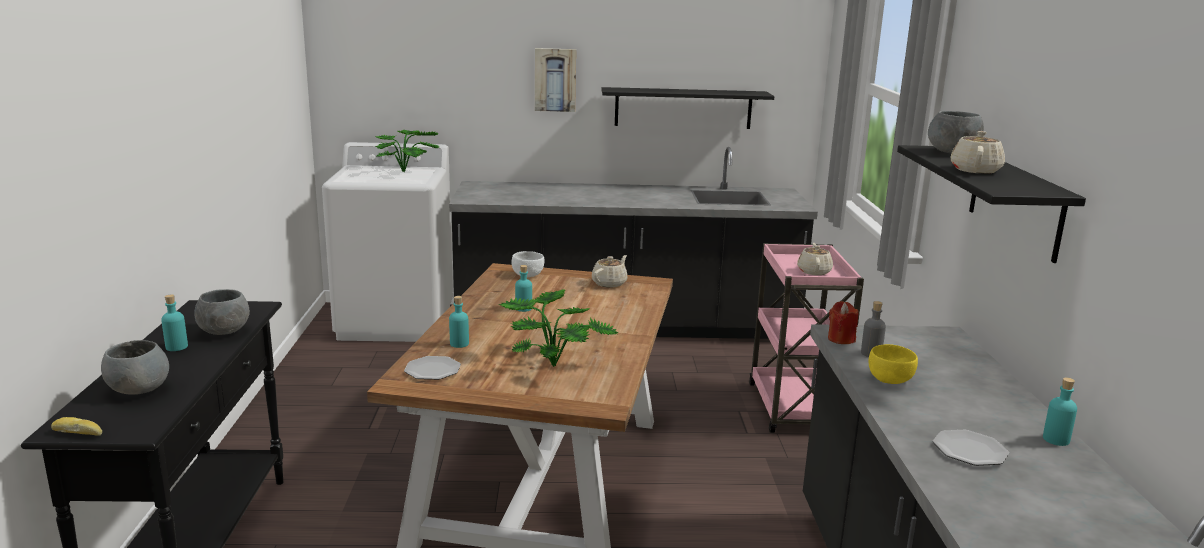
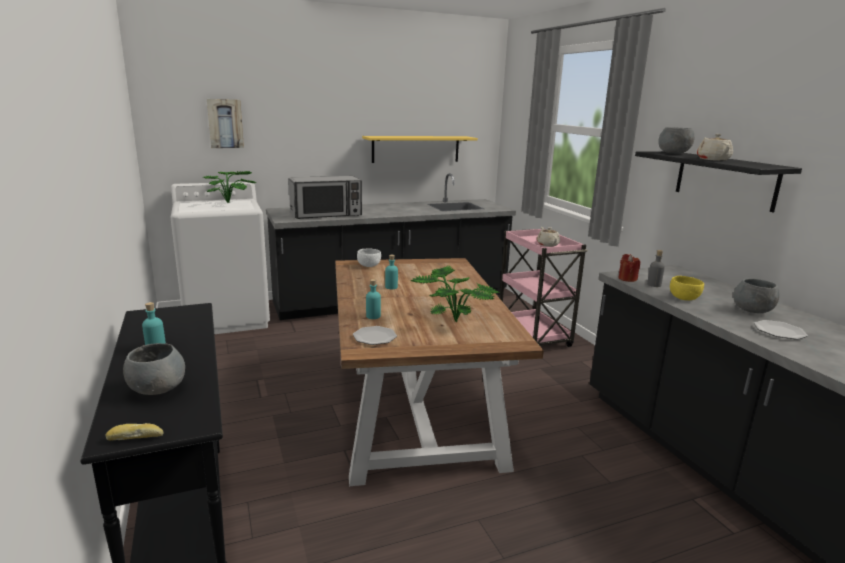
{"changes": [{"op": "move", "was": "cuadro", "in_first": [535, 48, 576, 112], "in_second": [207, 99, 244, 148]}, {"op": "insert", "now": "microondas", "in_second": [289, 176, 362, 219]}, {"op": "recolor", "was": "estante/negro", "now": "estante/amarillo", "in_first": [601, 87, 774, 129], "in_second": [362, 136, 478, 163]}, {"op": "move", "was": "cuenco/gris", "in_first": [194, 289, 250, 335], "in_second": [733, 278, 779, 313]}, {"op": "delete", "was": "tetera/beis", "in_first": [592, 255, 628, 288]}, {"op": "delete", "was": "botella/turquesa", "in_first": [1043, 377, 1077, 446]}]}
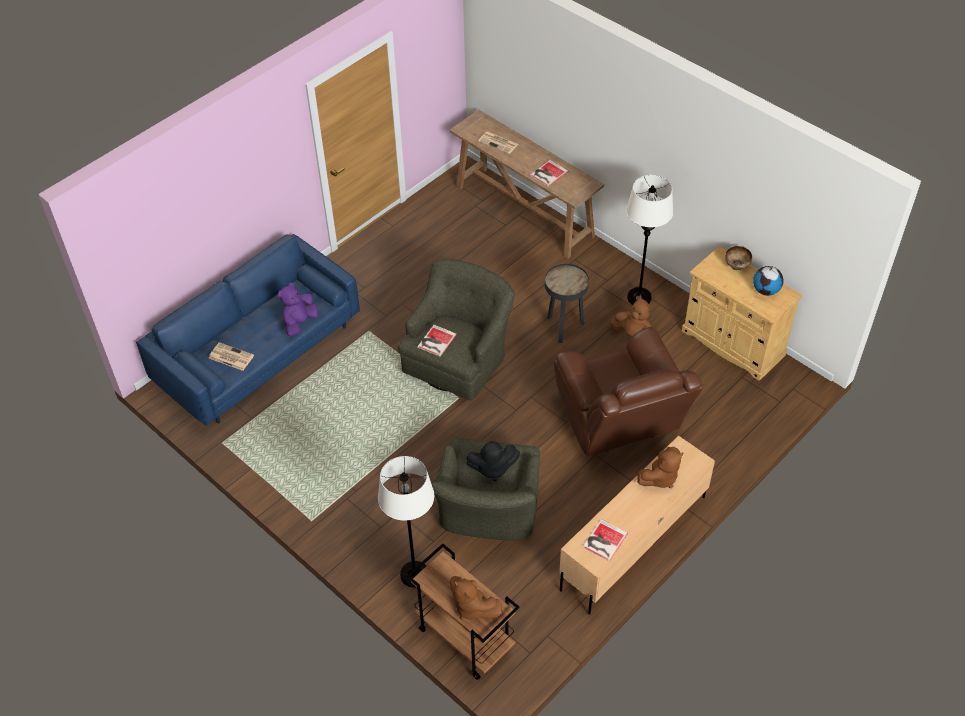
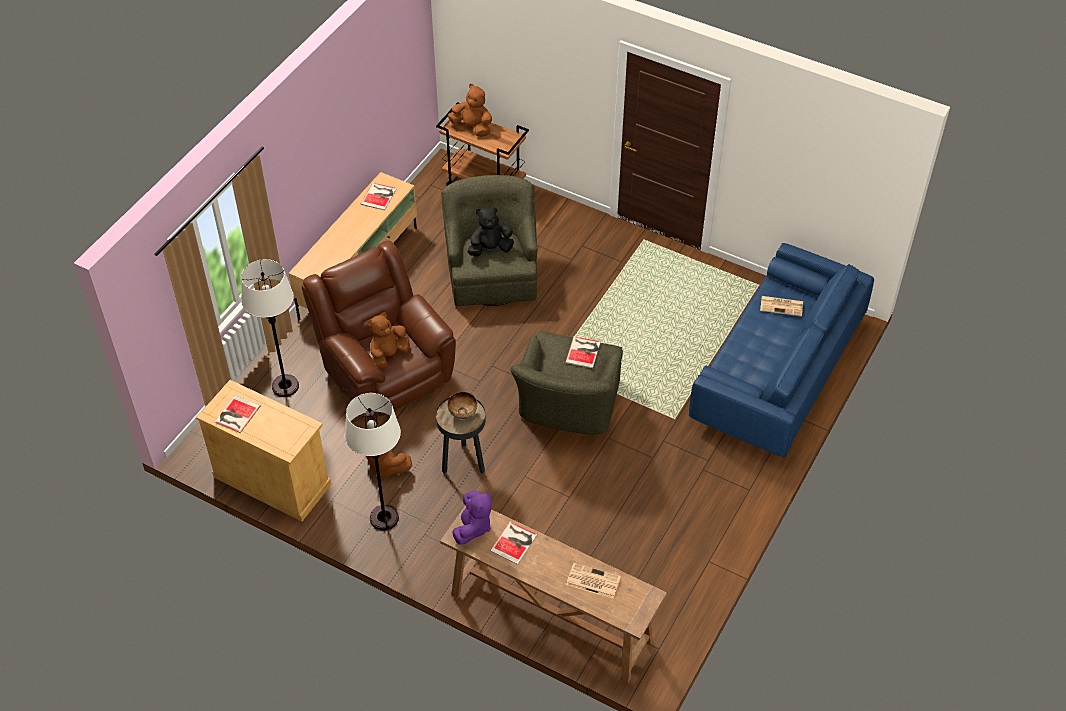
{"changes": [{"op": "replace", "was": "globo terráqueo", "now": "libro", "in_first": [753, 266, 783, 296], "in_second": [215, 395, 260, 433]}, {"op": "move", "was": "lámpara de pie/blanco", "in_first": [378, 456, 434, 588], "in_second": [241, 259, 299, 397]}, {"op": "move", "was": "peluche/marrón", "in_first": [637, 447, 684, 488], "in_second": [368, 312, 410, 369]}, {"op": "move", "was": "cuenco", "in_first": [725, 246, 752, 270], "in_second": [448, 392, 477, 419]}, {"op": "move", "was": "peluche/morado", "in_first": [278, 283, 318, 336], "in_second": [452, 491, 492, 545]}]}
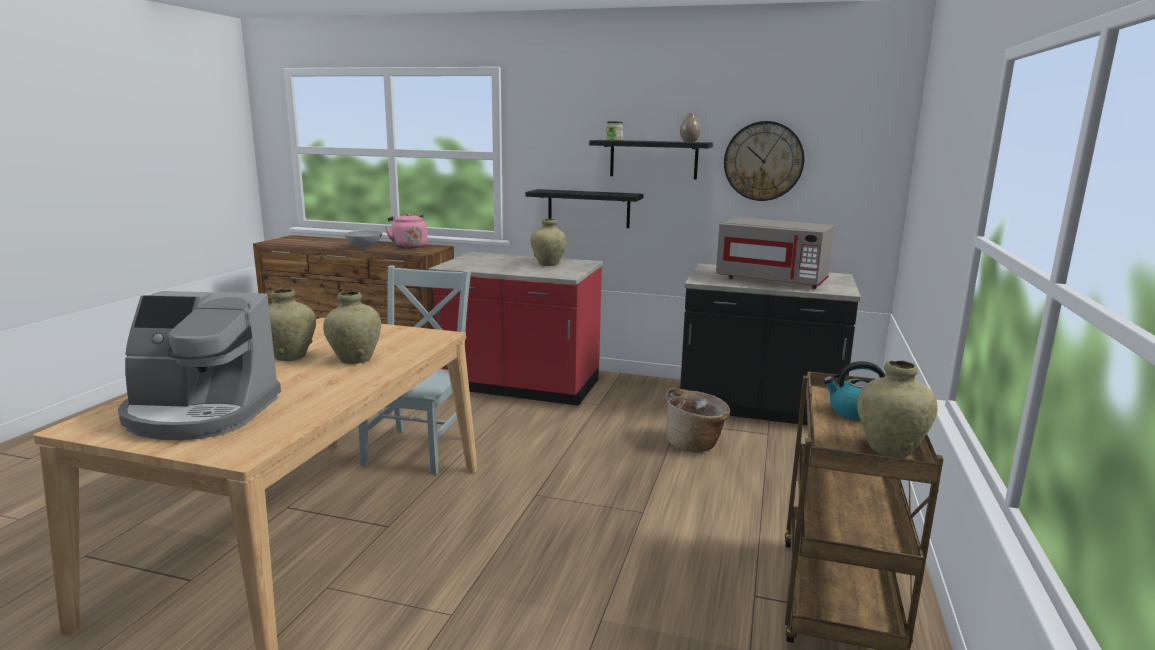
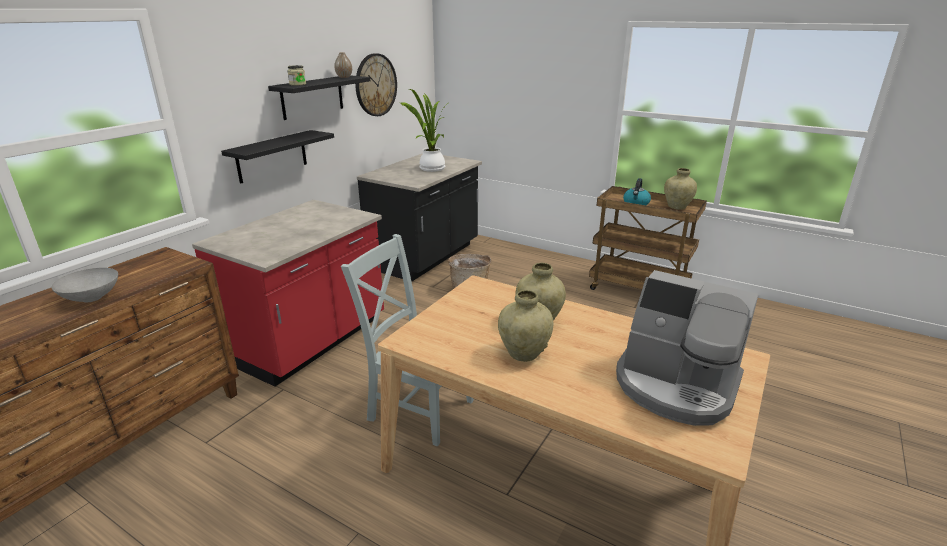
{"changes": [{"op": "replace", "was": "microondas/gris", "now": "planta en maceta", "in_first": [716, 217, 834, 289], "in_second": [400, 89, 448, 172]}, {"op": "rotate", "was": "cafetera", "in_first": [118, 291, 281, 440], "in_second": [616, 270, 758, 426], "clockwise": 105}, {"op": "delete", "was": "hervidor/rosa", "in_first": [385, 213, 428, 248]}, {"op": "delete", "was": "florero/beis", "in_first": [531, 219, 567, 266]}]}
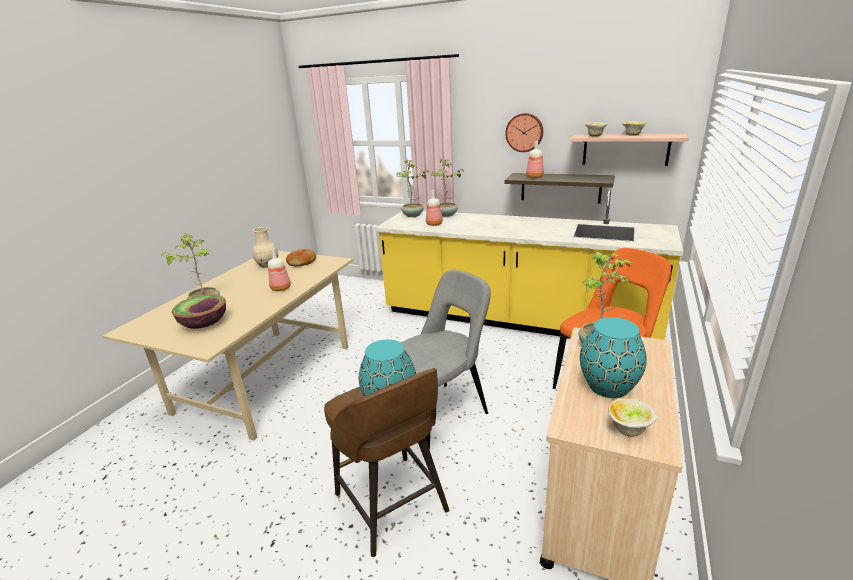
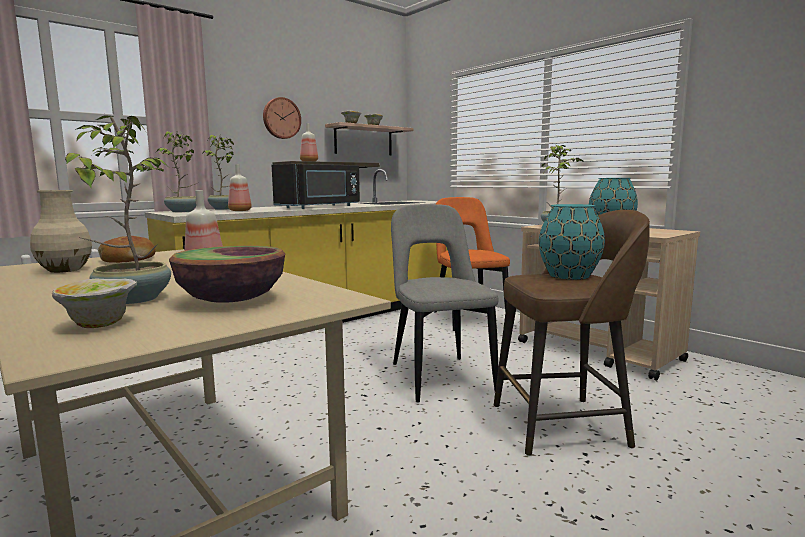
{"changes": [{"op": "move", "was": "cuenco", "in_first": [608, 398, 657, 437], "in_second": [52, 279, 137, 328]}, {"op": "insert", "now": "microondas/negro", "in_second": [272, 164, 360, 209]}]}
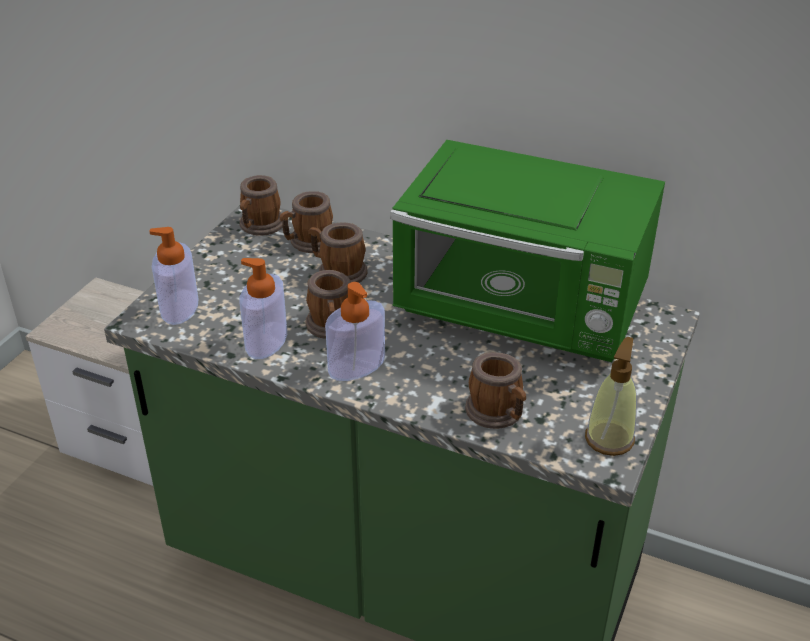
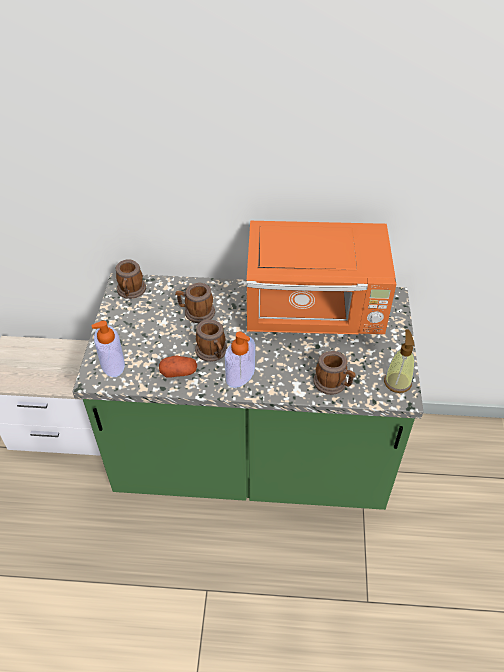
{"changes": [{"op": "replace", "was": "dispensador de jabón", "now": "patata", "in_first": [240, 258, 287, 359], "in_second": [159, 356, 197, 377]}, {"op": "recolor", "was": "microondas/verde", "now": "microondas/naranja", "in_first": [390, 140, 665, 362], "in_second": [246, 221, 396, 334]}, {"op": "delete", "was": "taza grande", "in_first": [280, 191, 333, 253]}]}
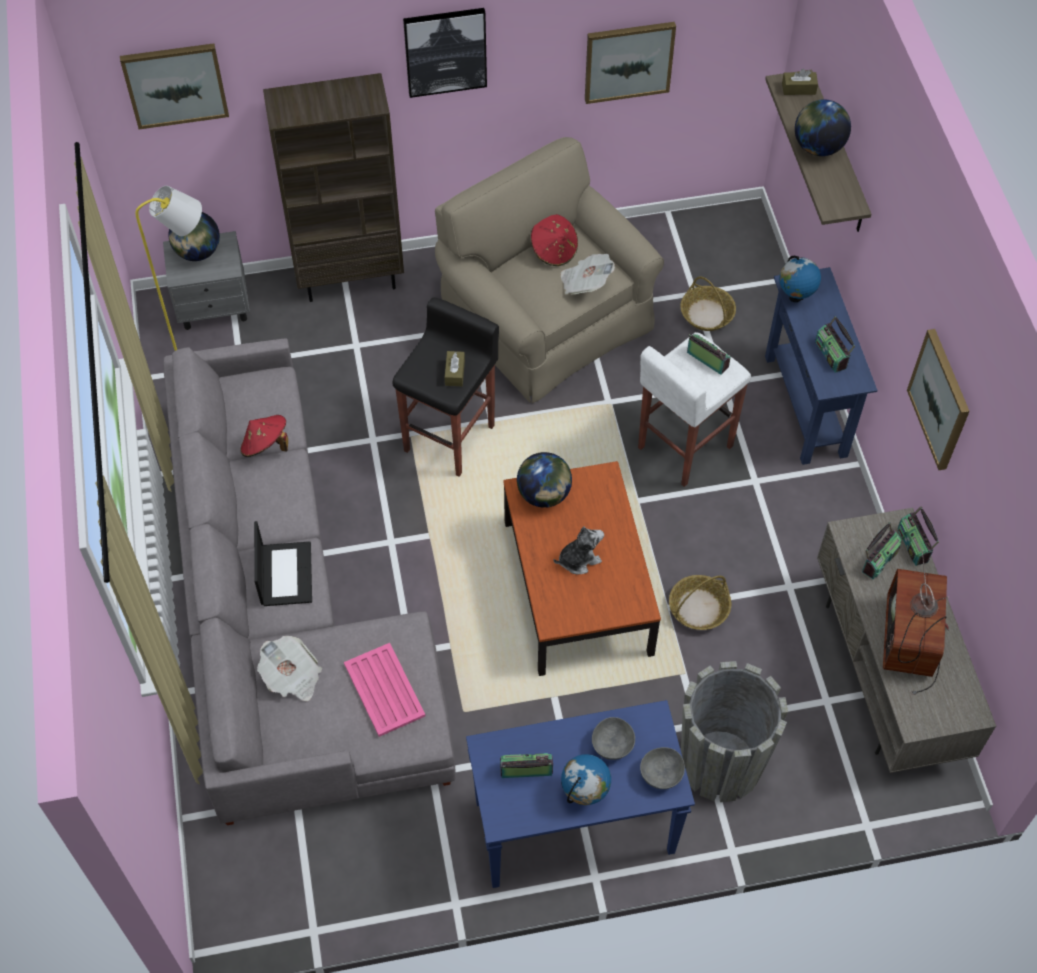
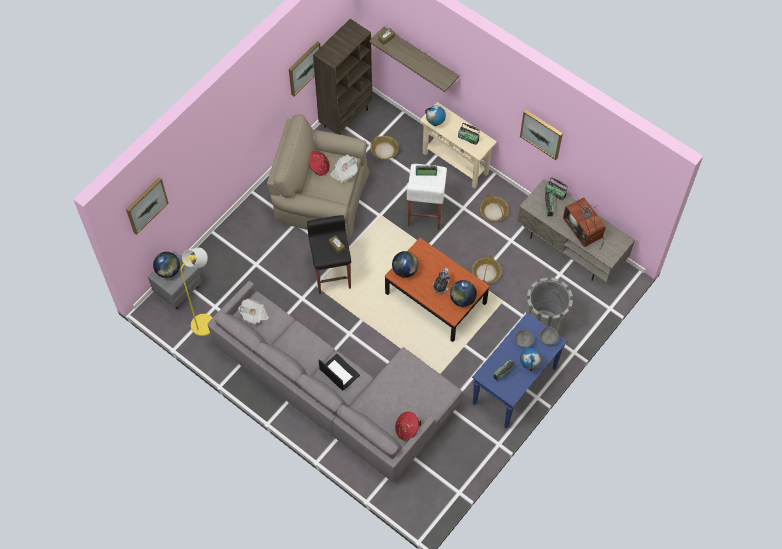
{"changes": [{"op": "move", "was": "periódico", "in_first": [257, 636, 322, 701], "in_second": [238, 299, 269, 324]}, {"op": "move", "was": "estantería/marrón", "in_first": [263, 73, 404, 302], "in_second": [313, 19, 372, 135]}, {"op": "move", "was": "sombrero/rojo", "in_first": [240, 415, 288, 457], "in_second": [395, 412, 421, 441]}, {"op": "recolor", "was": "mesa consola/azul", "now": "mesa consola/beis", "in_first": [765, 267, 877, 465], "in_second": [419, 102, 497, 189]}, {"op": "move", "was": "globo terráqueo", "in_first": [795, 99, 851, 156], "in_second": [450, 280, 477, 307]}, {"op": "insert", "now": "cesta", "in_second": [480, 194, 509, 221]}, {"op": "delete", "was": "bandeja/rosa", "in_first": [344, 643, 426, 737]}, {"op": "delete", "was": "cuadro", "in_first": [403, 8, 487, 98]}]}
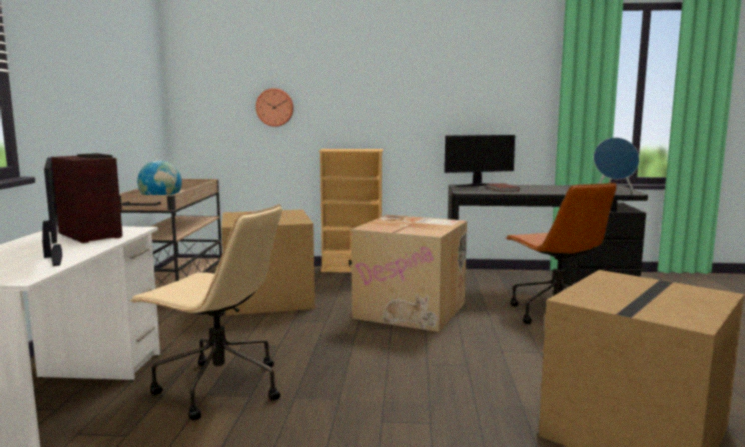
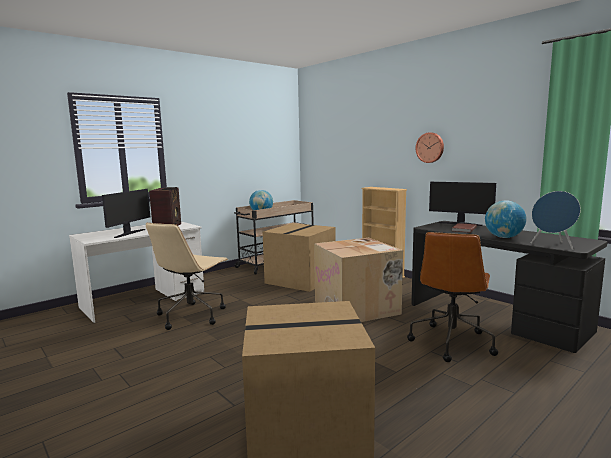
{"changes": [{"op": "rotate", "was": "silla de oficina/beis", "in_first": [130, 204, 282, 420], "in_second": [146, 223, 228, 330], "clockwise": 45}, {"op": "move", "was": "reloj de pared", "in_first": [256, 88, 294, 127], "in_second": [416, 132, 444, 163]}, {"op": "insert", "now": "globo terráqueo", "in_second": [485, 201, 526, 238]}]}
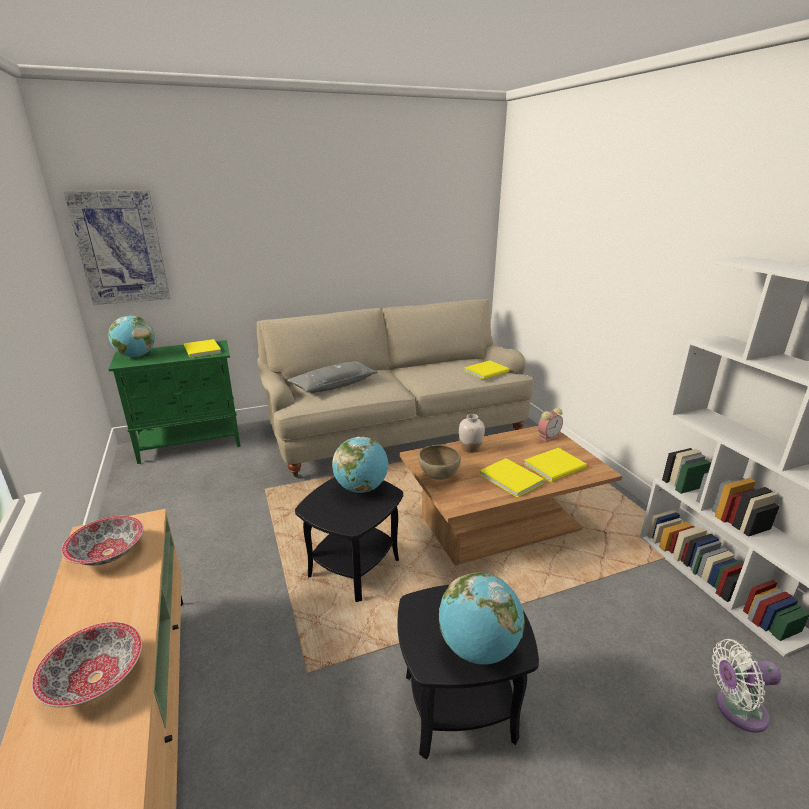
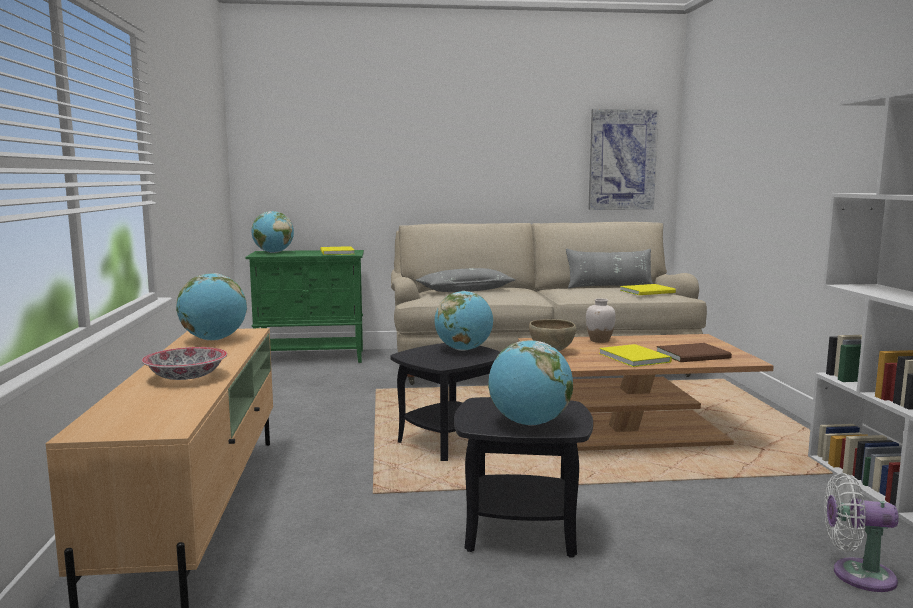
{"changes": [{"op": "replace", "was": "cuenco", "now": "globo terráqueo", "in_first": [62, 516, 143, 565], "in_second": [176, 273, 247, 341]}, {"op": "insert", "now": "cojín/gris", "in_second": [566, 249, 653, 289]}, {"op": "move", "was": "cuadro", "in_first": [64, 190, 170, 305], "in_second": [588, 109, 659, 210]}, {"op": "recolor", "was": "libro/amarillo", "now": "libro/marrón", "in_first": [524, 448, 587, 482], "in_second": [656, 343, 732, 362]}, {"op": "delete", "was": "despertador", "in_first": [538, 408, 563, 442]}]}
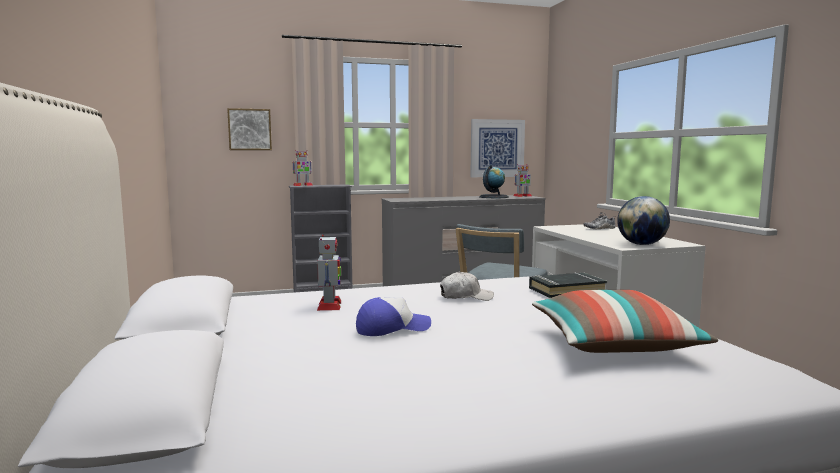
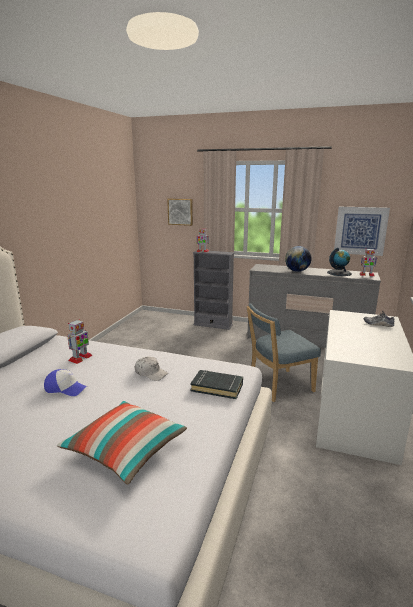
{"changes": [{"op": "move", "was": "globo terráqueo", "in_first": [617, 196, 670, 245], "in_second": [285, 246, 312, 272]}]}
